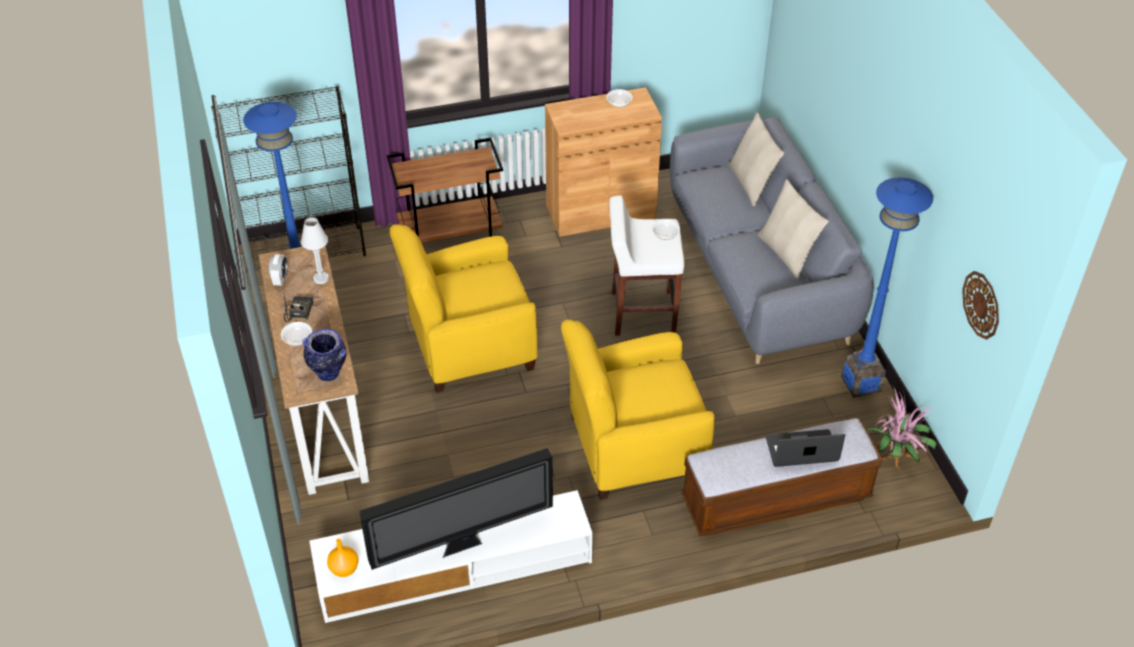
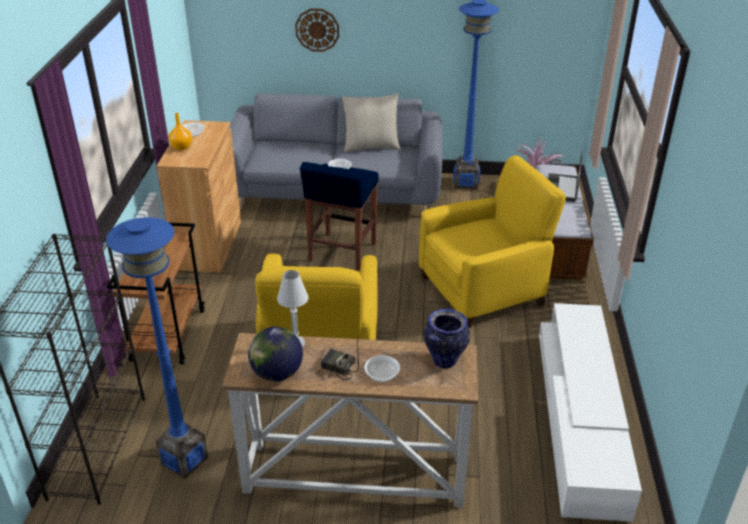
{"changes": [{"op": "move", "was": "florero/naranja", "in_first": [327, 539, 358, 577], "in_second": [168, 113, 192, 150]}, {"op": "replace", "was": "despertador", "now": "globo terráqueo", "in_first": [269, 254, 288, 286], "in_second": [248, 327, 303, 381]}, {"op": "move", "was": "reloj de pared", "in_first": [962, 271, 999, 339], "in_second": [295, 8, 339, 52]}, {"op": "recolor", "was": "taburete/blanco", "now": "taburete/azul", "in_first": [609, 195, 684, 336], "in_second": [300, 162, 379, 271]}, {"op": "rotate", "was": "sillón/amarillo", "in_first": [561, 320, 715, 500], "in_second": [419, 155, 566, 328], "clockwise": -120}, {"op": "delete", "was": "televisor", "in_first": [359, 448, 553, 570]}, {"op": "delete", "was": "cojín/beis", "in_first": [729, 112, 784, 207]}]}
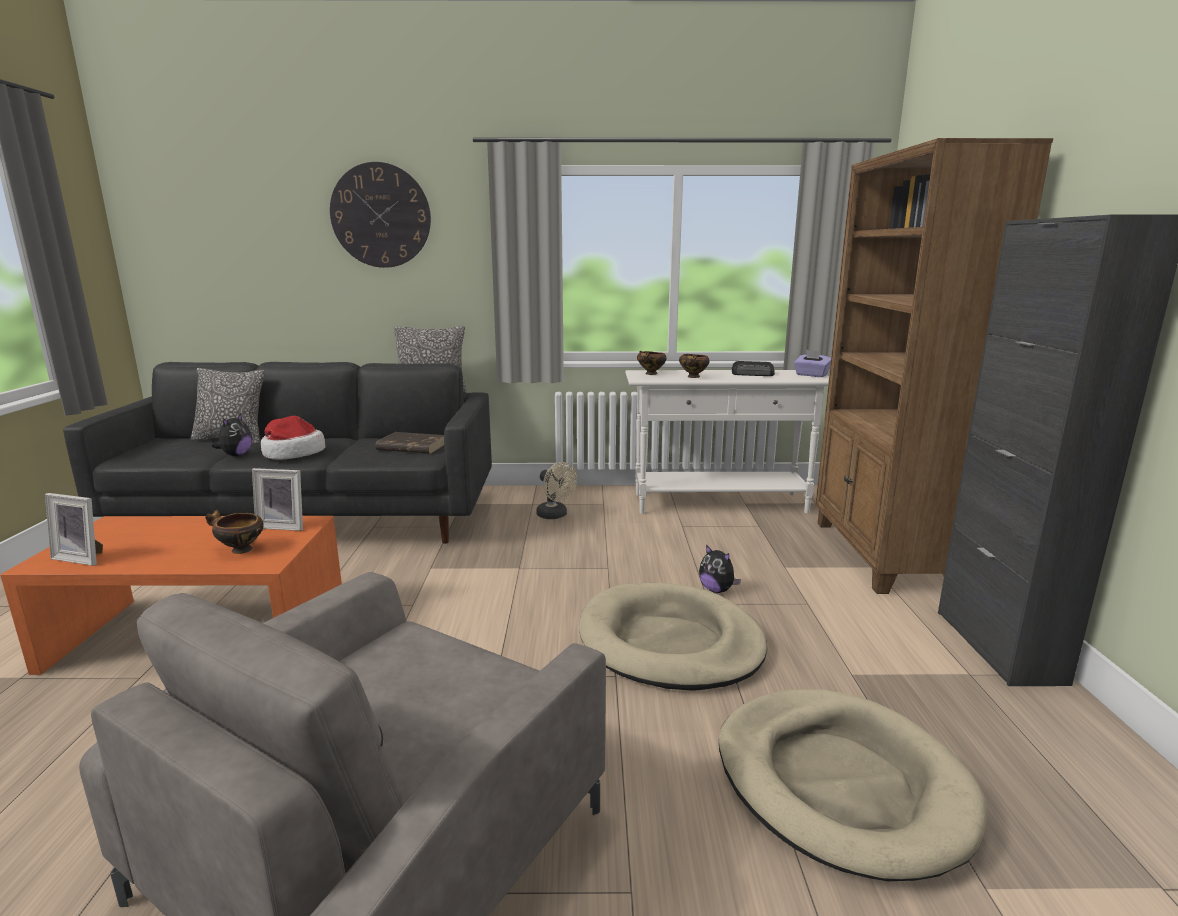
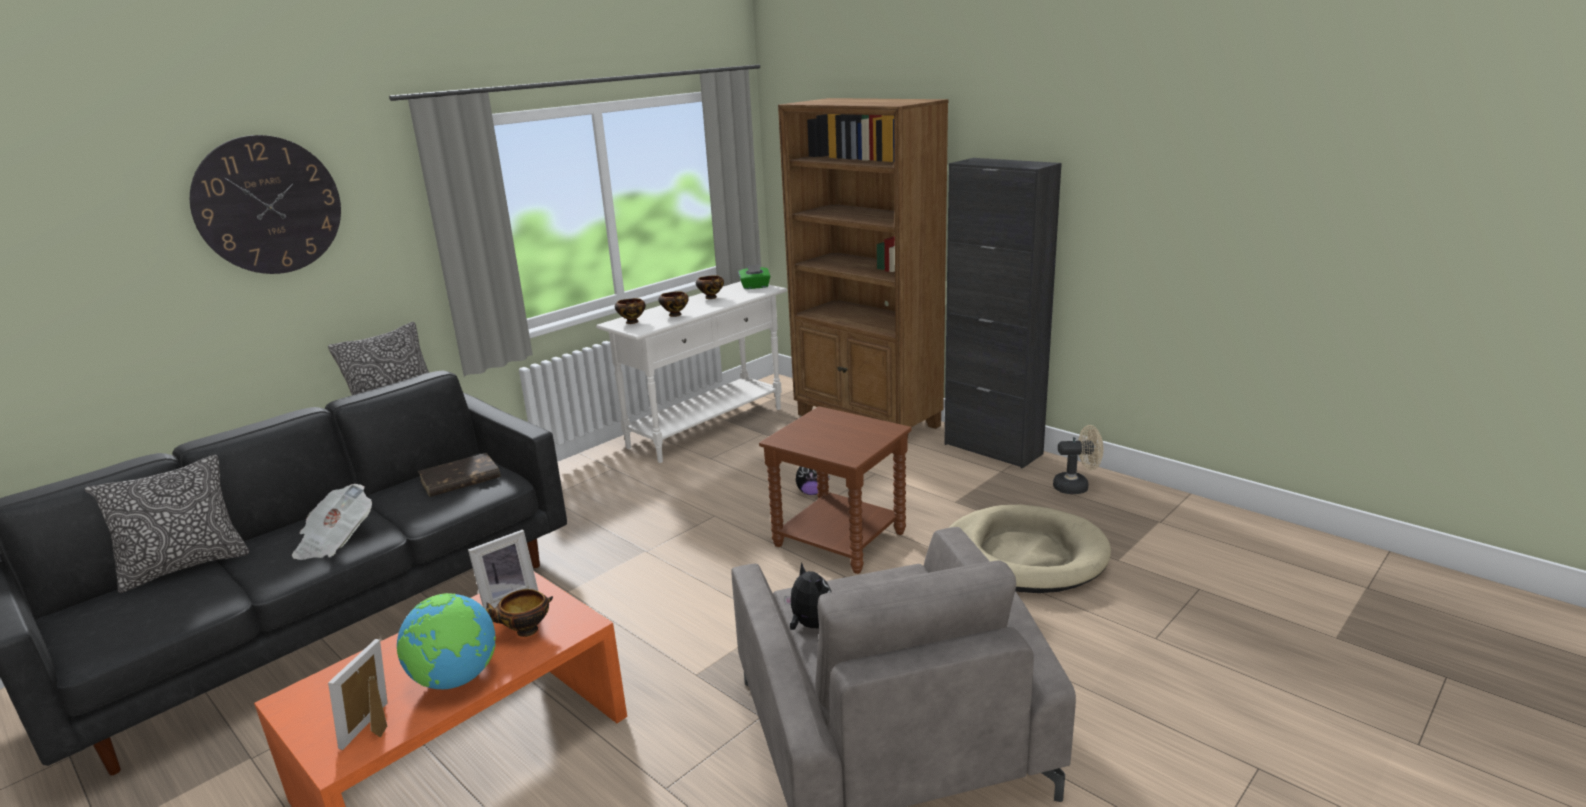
{"changes": [{"op": "replace", "was": "sombrero", "now": "periódico", "in_first": [261, 416, 325, 460], "in_second": [292, 484, 372, 560]}, {"op": "rotate", "was": "portarretratos", "in_first": [45, 493, 103, 566], "in_second": [328, 639, 388, 750], "clockwise": 135}, {"op": "insert", "now": "globo terráqueo", "in_second": [397, 593, 496, 689]}, {"op": "replace", "was": "radio", "now": "cuenco", "in_first": [732, 361, 775, 376], "in_second": [696, 275, 724, 299]}, {"op": "recolor", "was": "caja de pañuelos/morado", "now": "caja de pañuelos/verde", "in_first": [794, 350, 831, 377], "in_second": [738, 264, 771, 289]}, {"op": "replace", "was": "cama para perro/beis", "now": "mesa auxiliar/marrón", "in_first": [579, 583, 767, 691], "in_second": [759, 406, 912, 574]}, {"op": "move", "was": "peluche", "in_first": [212, 412, 252, 456], "in_second": [784, 563, 832, 630]}, {"op": "move", "was": "ventilador/beis", "in_first": [536, 462, 577, 519], "in_second": [1053, 425, 1103, 494]}]}
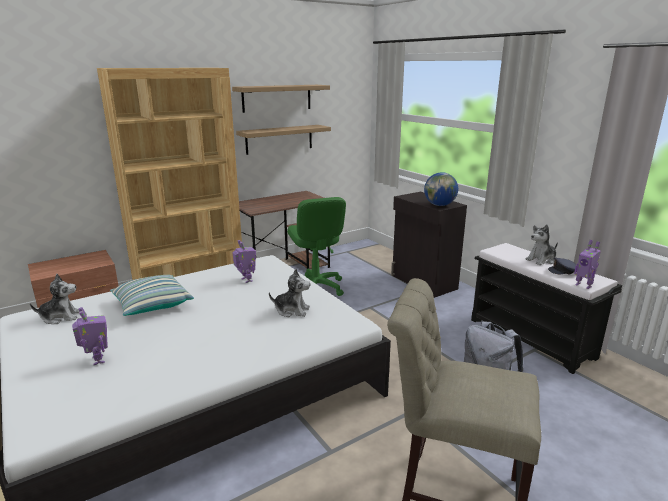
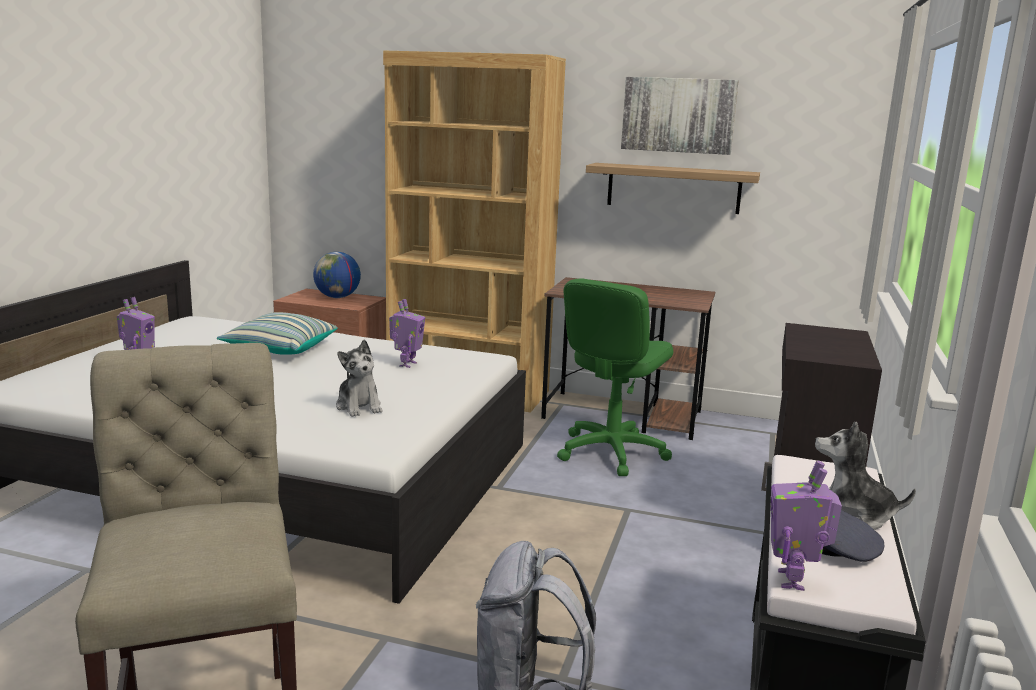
{"changes": [{"op": "move", "was": "globo terráqueo", "in_first": [424, 172, 458, 206], "in_second": [313, 252, 361, 298]}, {"op": "replace", "was": "estante", "now": "cuadro", "in_first": [232, 85, 330, 113], "in_second": [621, 77, 739, 155]}, {"op": "delete", "was": "peluche", "in_first": [30, 274, 80, 324]}]}
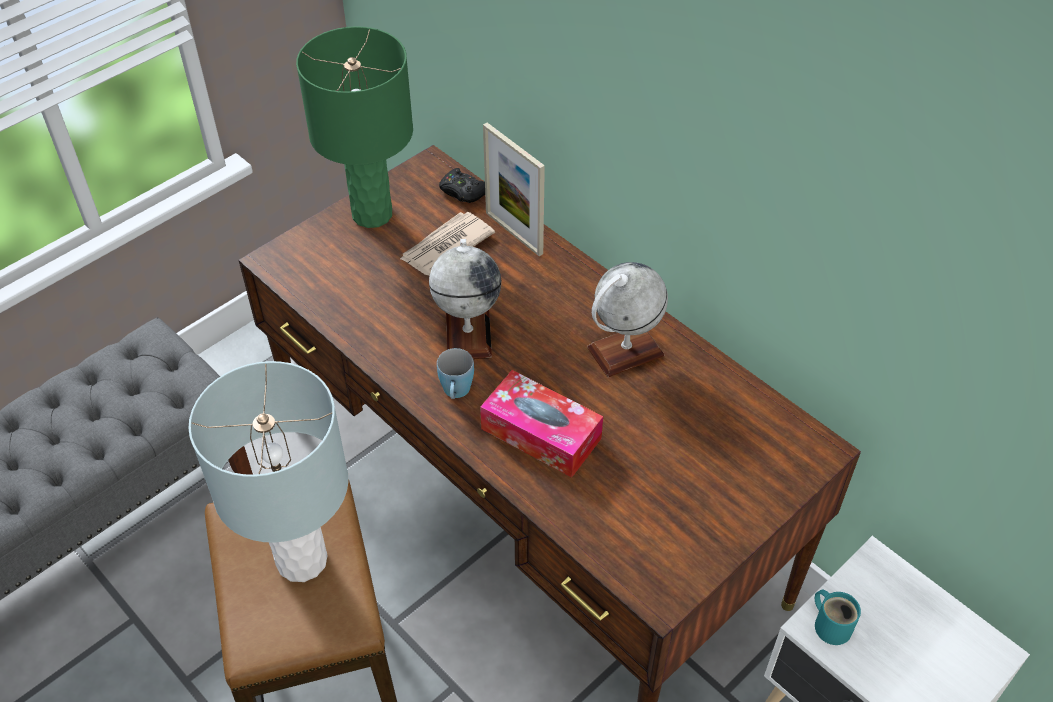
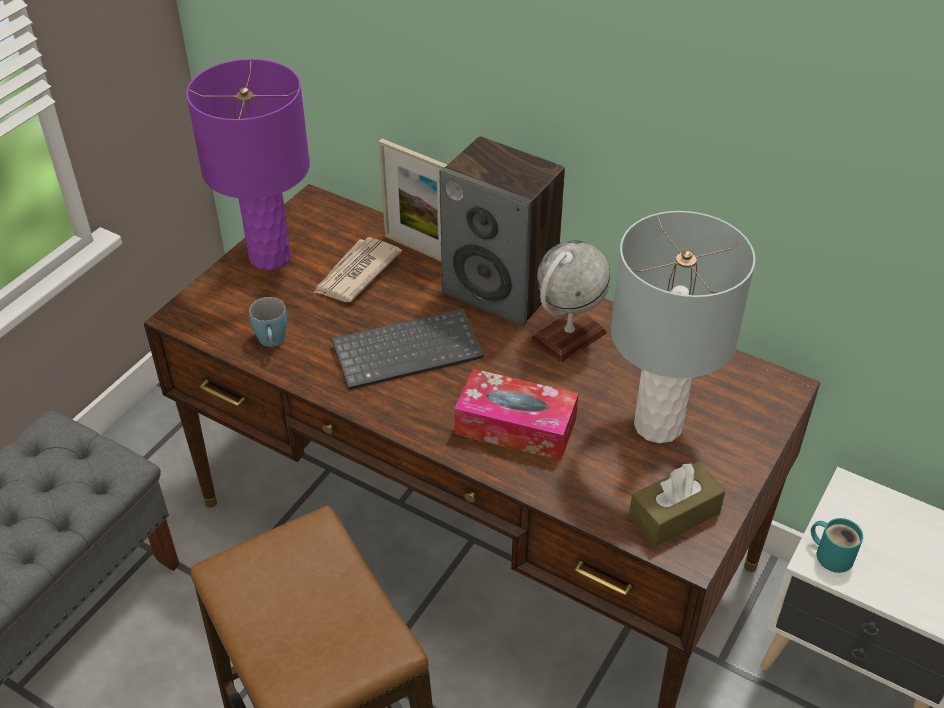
{"changes": [{"op": "recolor", "was": "lámpara de mesa/verde", "now": "lámpara de mesa/morado", "in_first": [296, 26, 413, 228], "in_second": [186, 59, 310, 270]}, {"op": "move", "was": "taza grande/azul", "in_first": [437, 348, 474, 399], "in_second": [249, 297, 287, 347]}, {"op": "replace", "was": "globo terráqueo", "now": "teclado", "in_first": [429, 239, 501, 359], "in_second": [332, 308, 484, 390]}, {"op": "insert", "now": "altavoz", "in_second": [439, 137, 565, 327]}, {"op": "move", "was": "lámpara de mesa/gris", "in_first": [188, 361, 348, 582], "in_second": [611, 211, 756, 443]}, {"op": "insert", "now": "caja de pañuelos/marrón", "in_second": [629, 462, 725, 547]}, {"op": "delete", "was": "mando de consola/negro", "in_first": [439, 168, 485, 203]}]}
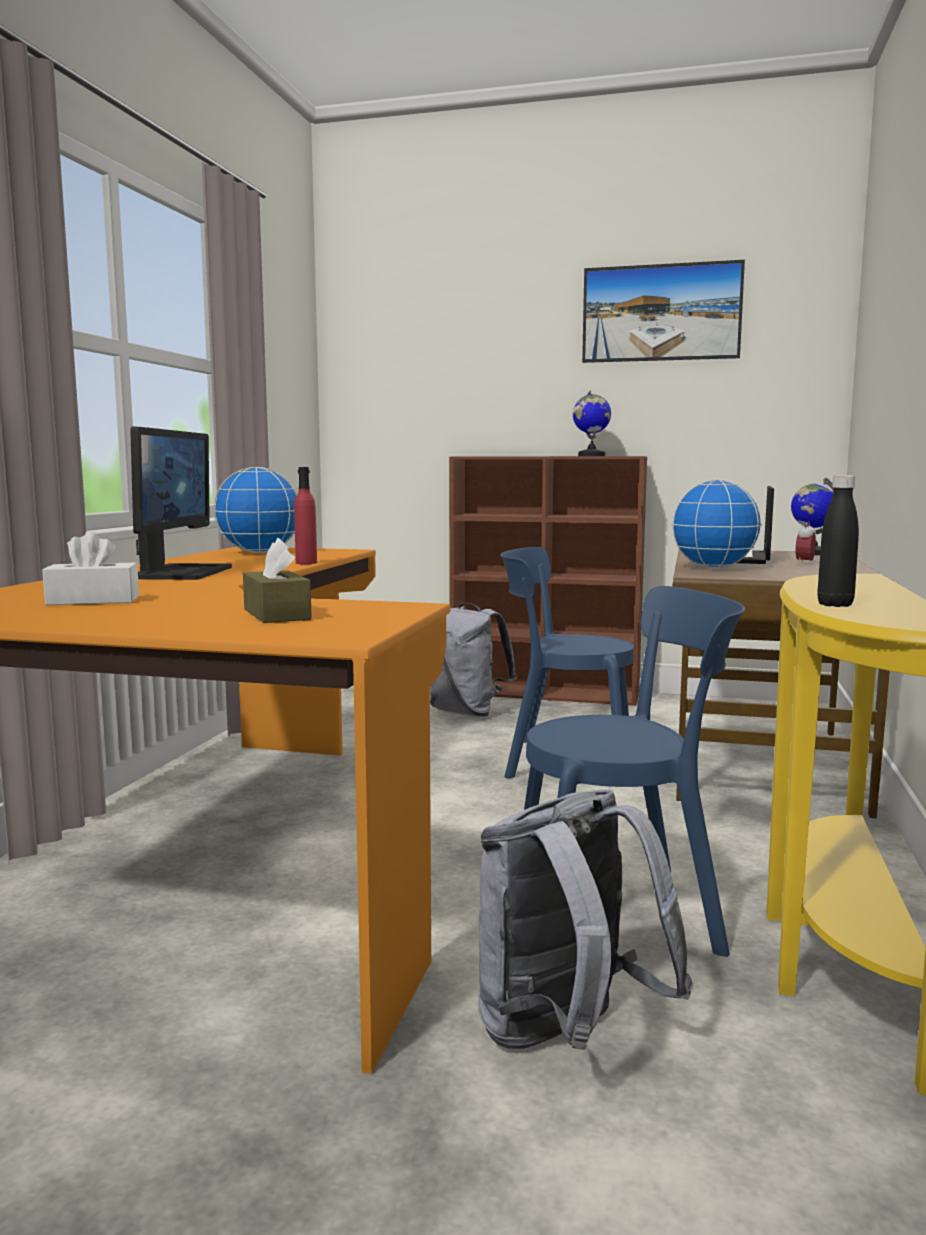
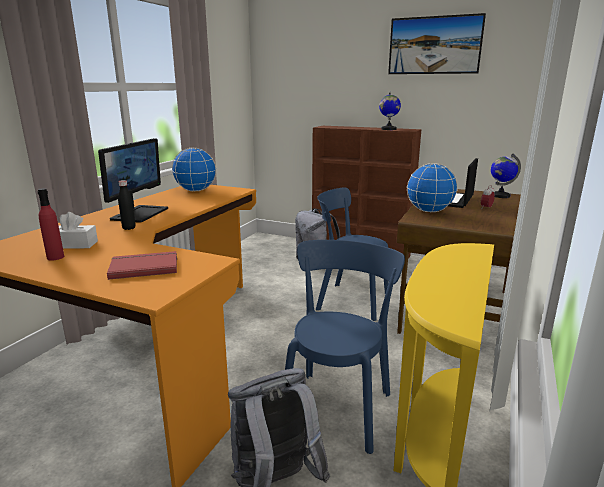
{"changes": [{"op": "move", "was": "botella/rojo", "in_first": [294, 467, 317, 564], "in_second": [38, 188, 64, 260]}, {"op": "replace", "was": "caja de pañuelos/marrón", "now": "libro/rojo", "in_first": [243, 538, 312, 623], "in_second": [107, 251, 177, 280]}, {"op": "move", "was": "botella/negro", "in_first": [817, 475, 859, 607], "in_second": [119, 180, 135, 230]}, {"op": "rotate", "was": "silla/azul", "in_first": [524, 586, 745, 957], "in_second": [285, 240, 405, 454], "clockwise": -75}]}
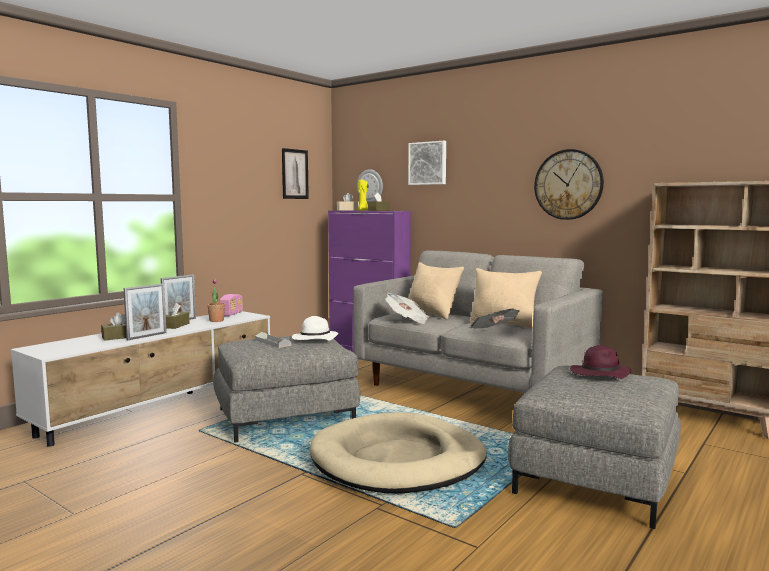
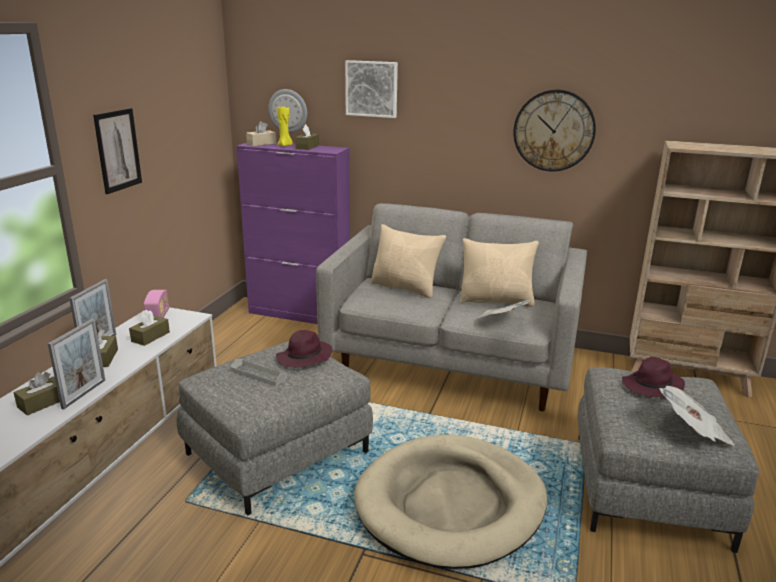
{"changes": [{"op": "move", "was": "cuadro", "in_first": [282, 148, 309, 199], "in_second": [93, 108, 142, 194]}, {"op": "replace", "was": "planta en maceta", "now": "caja de pañuelos/marrón", "in_first": [208, 279, 225, 322], "in_second": [129, 310, 170, 346]}, {"op": "recolor", "was": "sombrero/blanco", "now": "sombrero/morado", "in_first": [292, 316, 339, 341], "in_second": [276, 330, 332, 368]}, {"op": "move", "was": "periódico", "in_first": [386, 293, 429, 324], "in_second": [659, 386, 735, 445]}]}
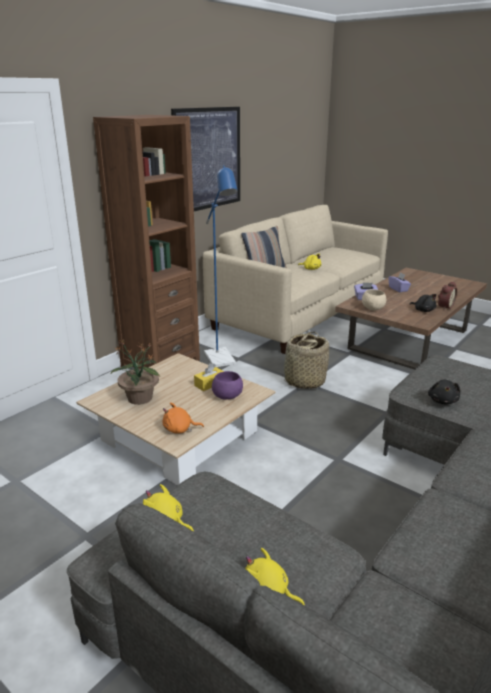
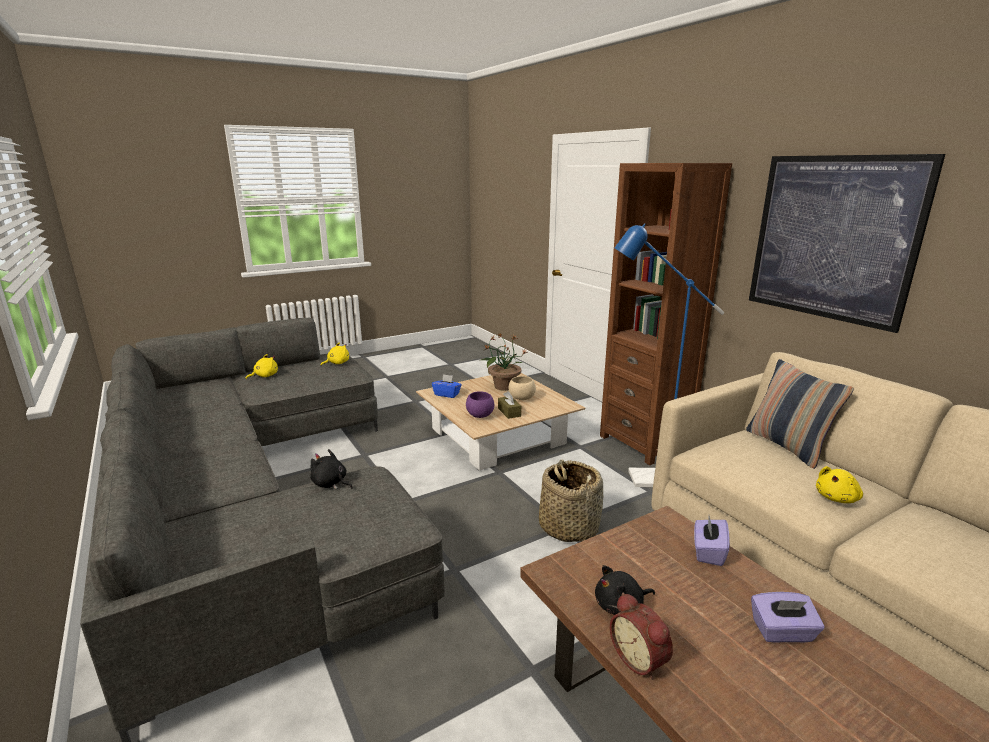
{"changes": [{"op": "replace", "was": "peluche/naranja", "now": "caja de pañuelos/azul", "in_first": [162, 402, 204, 434], "in_second": [432, 374, 461, 398]}, {"op": "recolor", "was": "caja de pañuelos/amarillo", "now": "caja de pañuelos/marrón", "in_first": [194, 363, 224, 391], "in_second": [498, 391, 521, 419]}, {"op": "move", "was": "cuenco/beis", "in_first": [362, 289, 386, 311], "in_second": [509, 376, 536, 400]}]}
